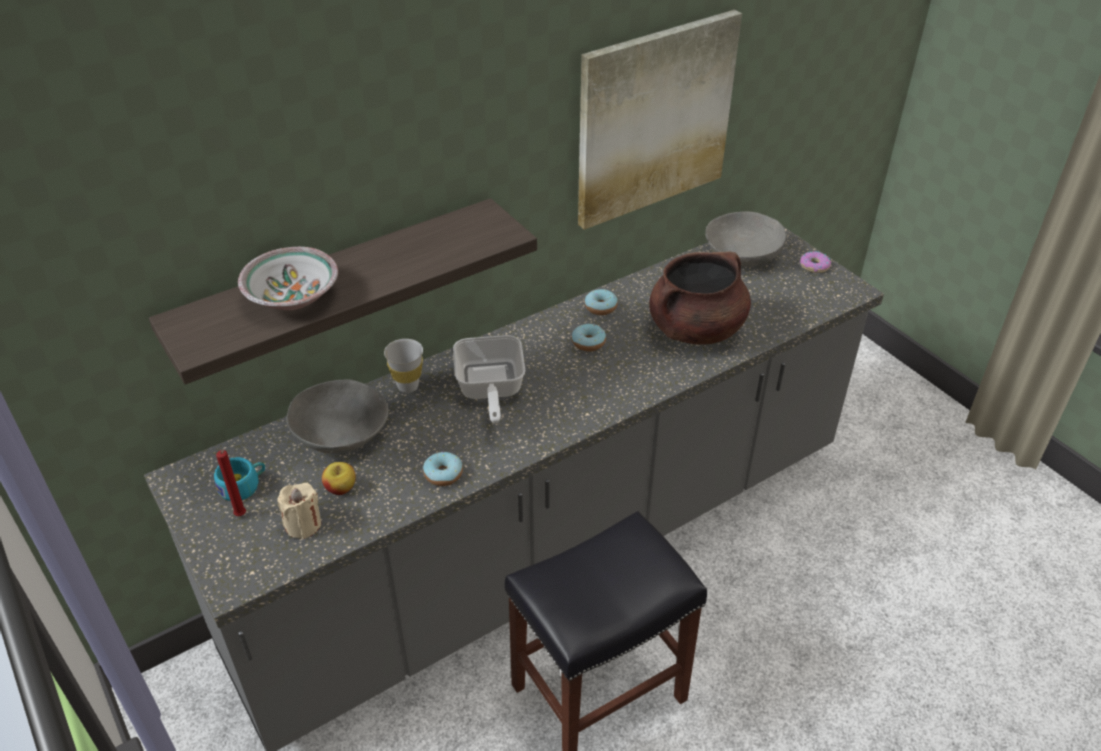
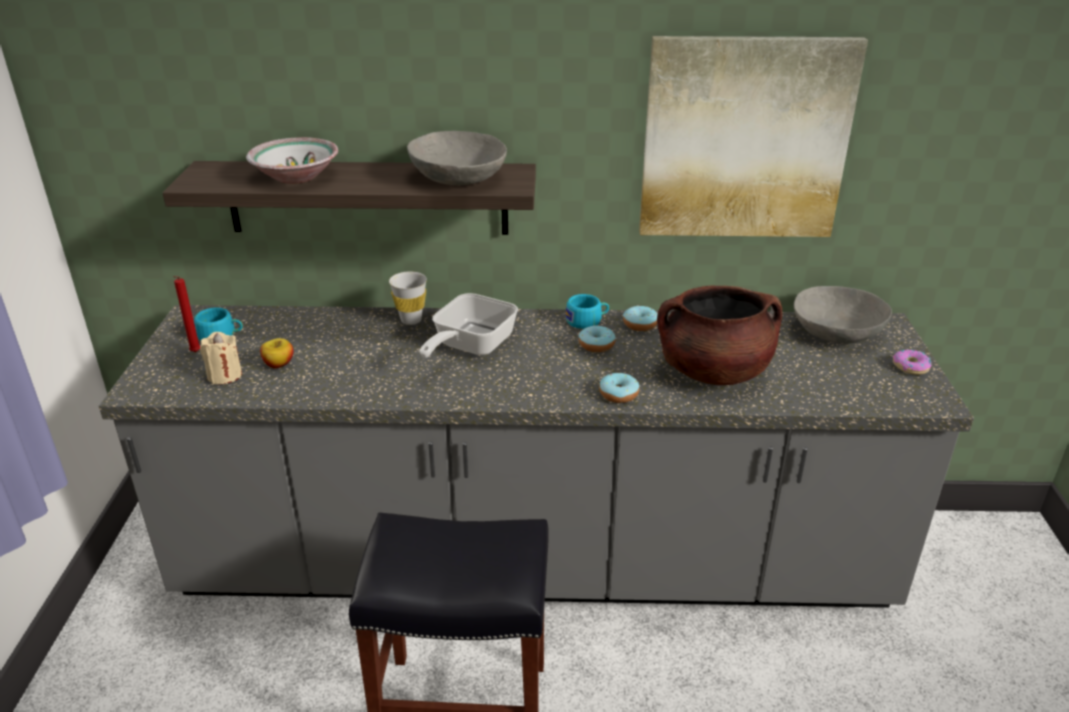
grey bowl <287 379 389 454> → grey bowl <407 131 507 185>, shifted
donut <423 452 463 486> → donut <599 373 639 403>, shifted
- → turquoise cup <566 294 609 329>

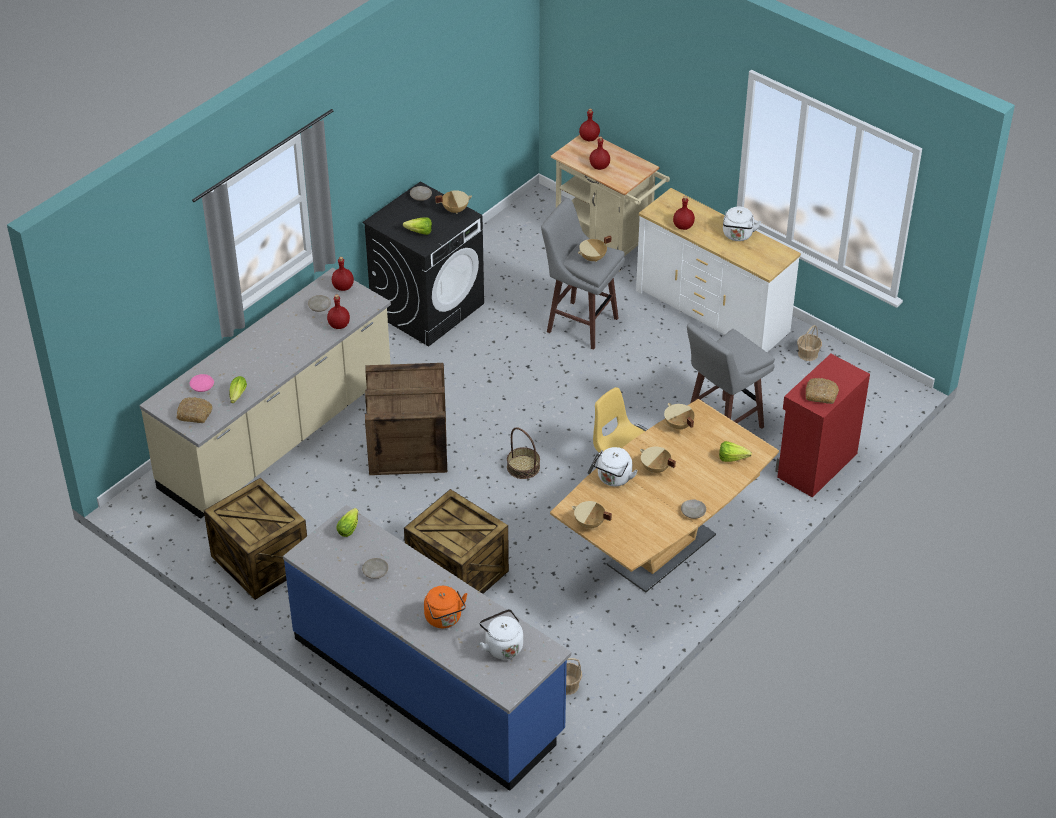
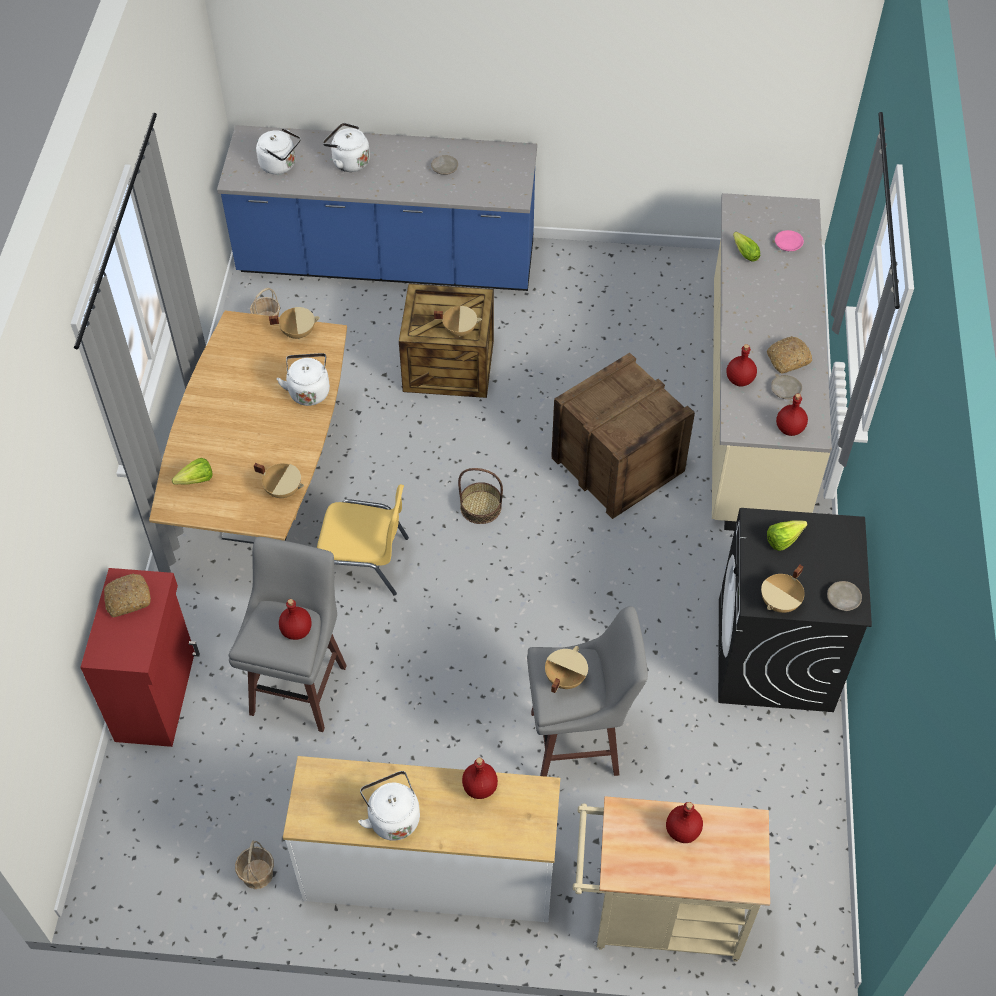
red bottle <579 109 600 141> → red bottle <279 599 312 640>, shifted
bread <177 397 212 423> → bread <767 336 812 373>, shifted
beige cooking pot <640 447 676 473> → beige cooking pot <434 306 482 337>, shifted
crate <204 478 307 600> → -
beige plate <681 499 706 519> → -
lettuce <337 508 358 537> → -
orange kettle <424 586 467 628> → white kettle <323 123 370 172>

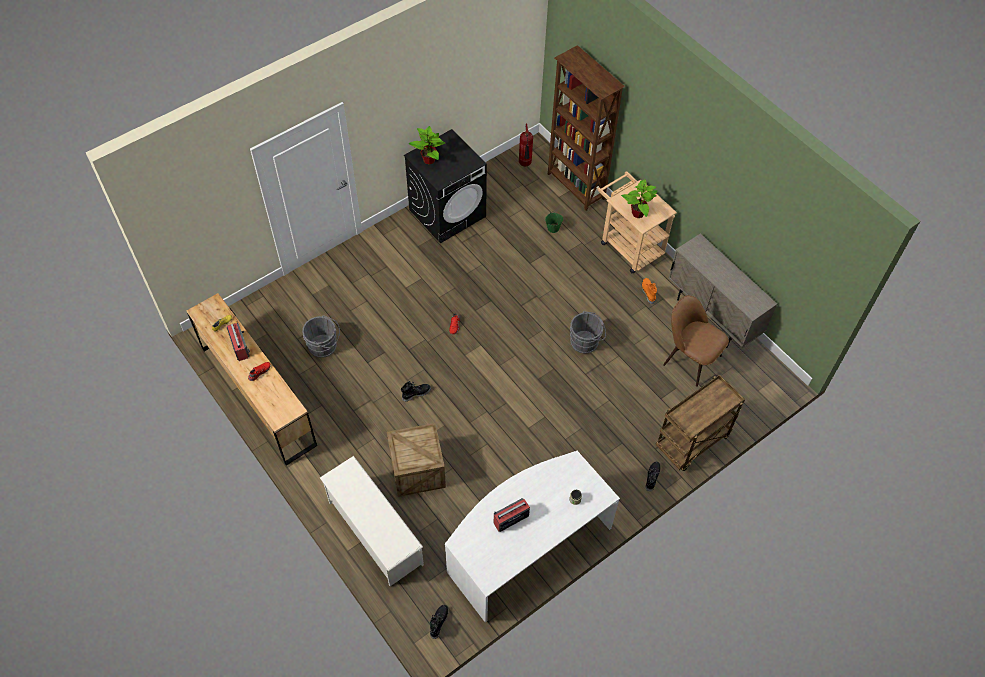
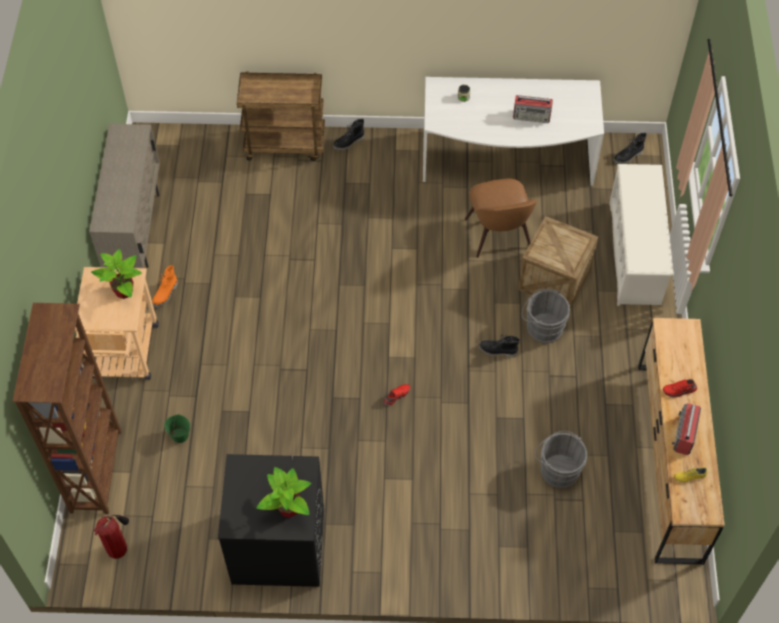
brown chair <663 295 729 387> → brown chair <465 178 537 258>, shifted
grey bucket <570 311 606 354> → grey bucket <522 289 570 343>, shifted

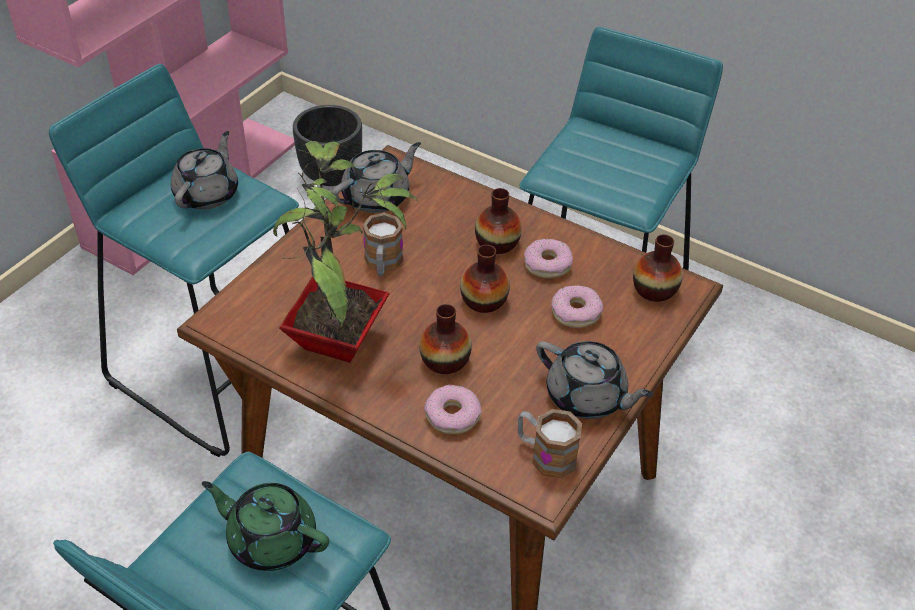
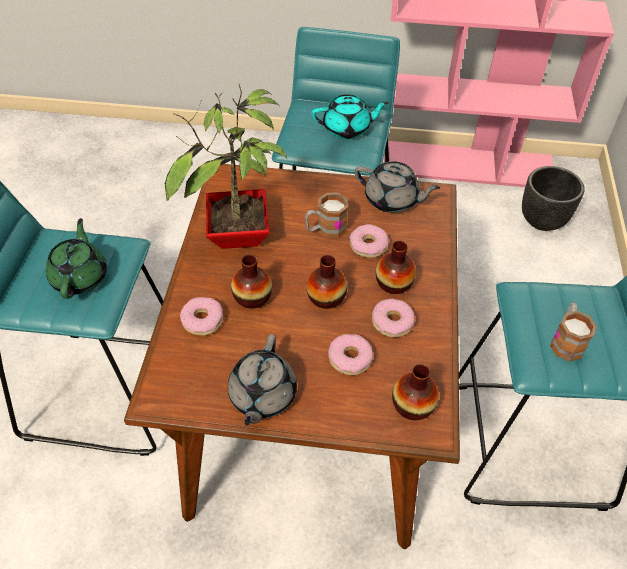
grey teapot <171 131 238 210> → turquoise teapot <312 94 389 139>
mug <518 409 582 478> → mug <550 303 597 361>, shifted
- → donut <349 224 389 258>

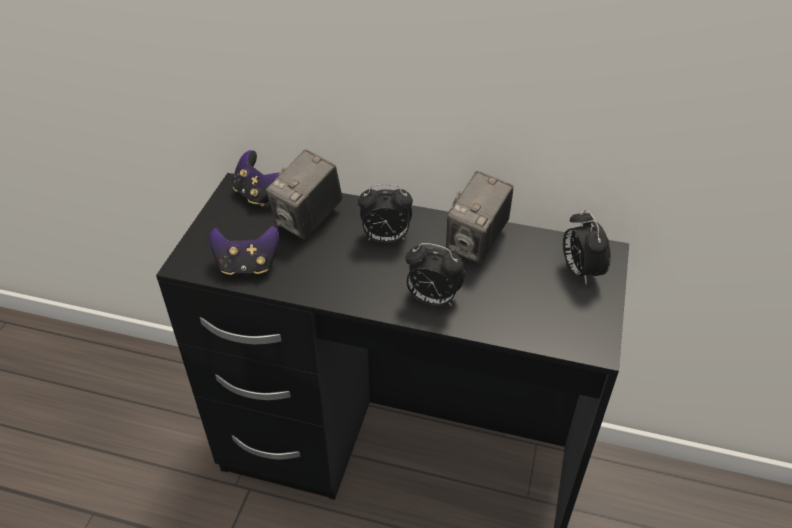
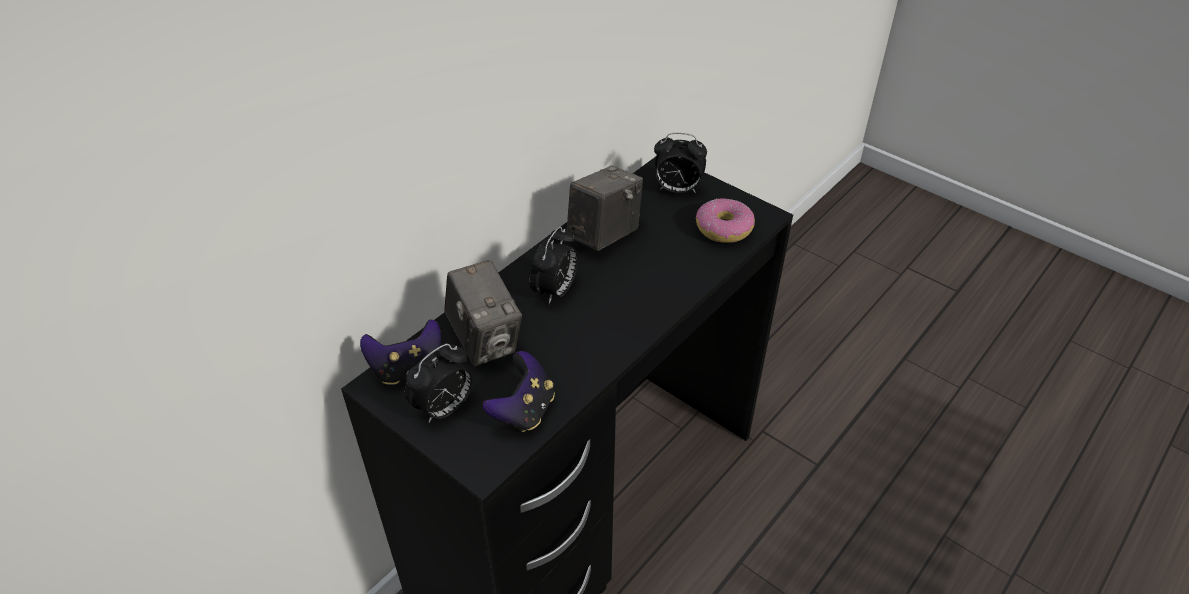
photo camera <446 171 513 264> → photo camera <567 166 643 251>, 105 degrees counterclockwise
alarm clock <406 243 465 306> → alarm clock <404 344 473 423>, shifted
- → donut <696 198 755 243>

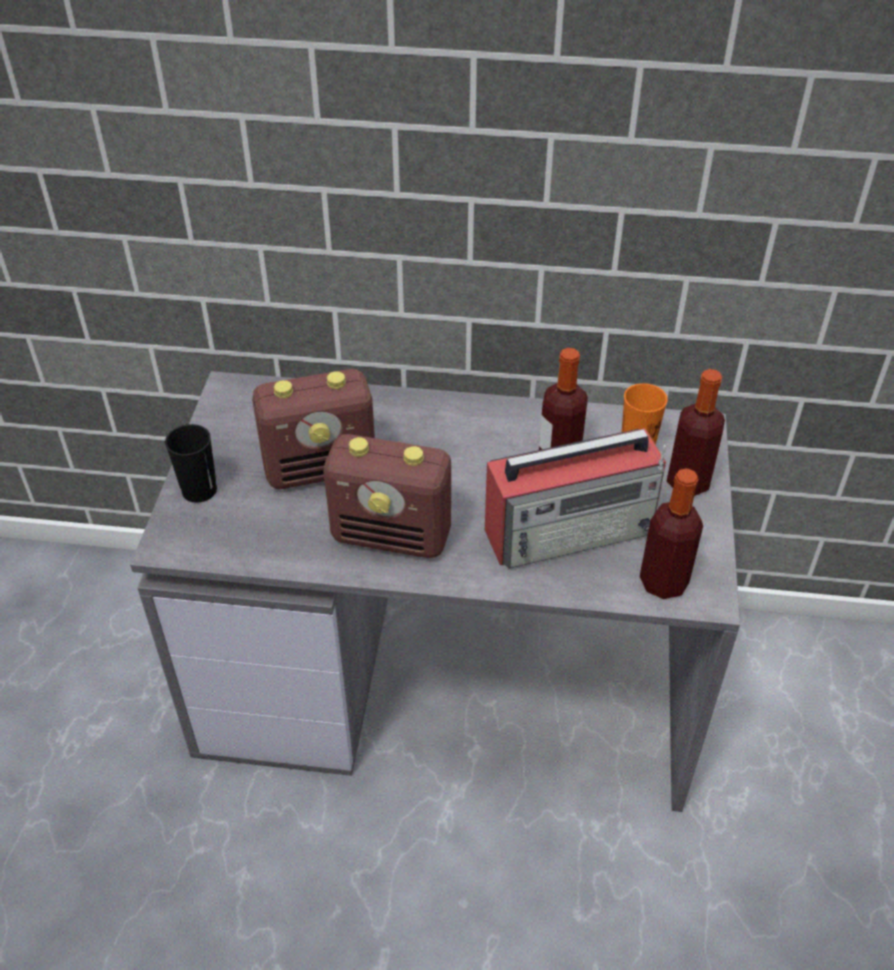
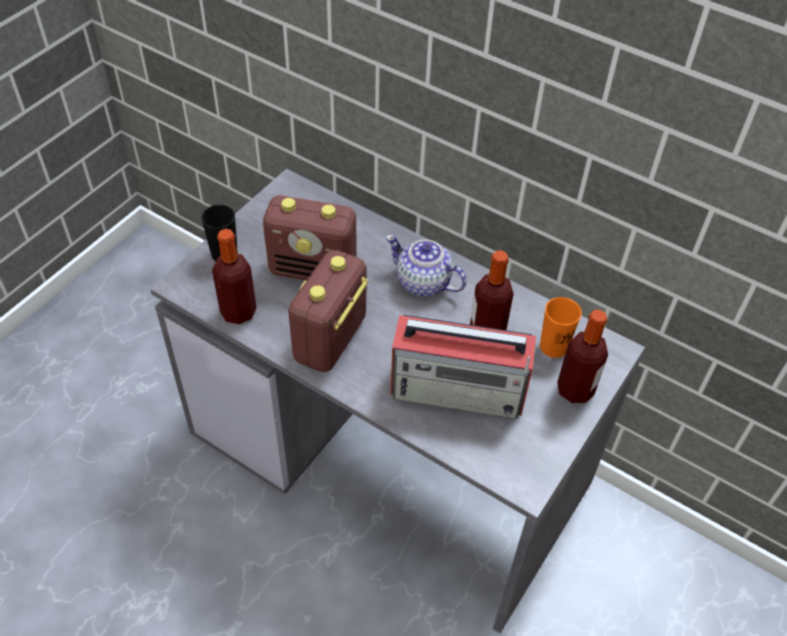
radio <324 434 451 558> → radio <288 250 368 372>, 75 degrees clockwise
bottle <640 468 703 599> → bottle <212 229 257 325>, shifted
- → teapot <386 235 467 296>

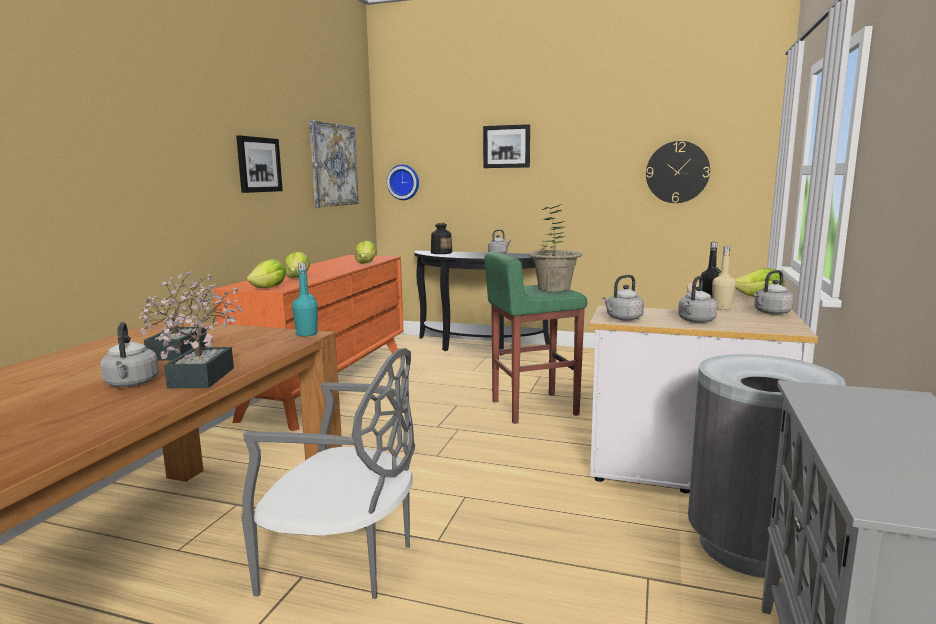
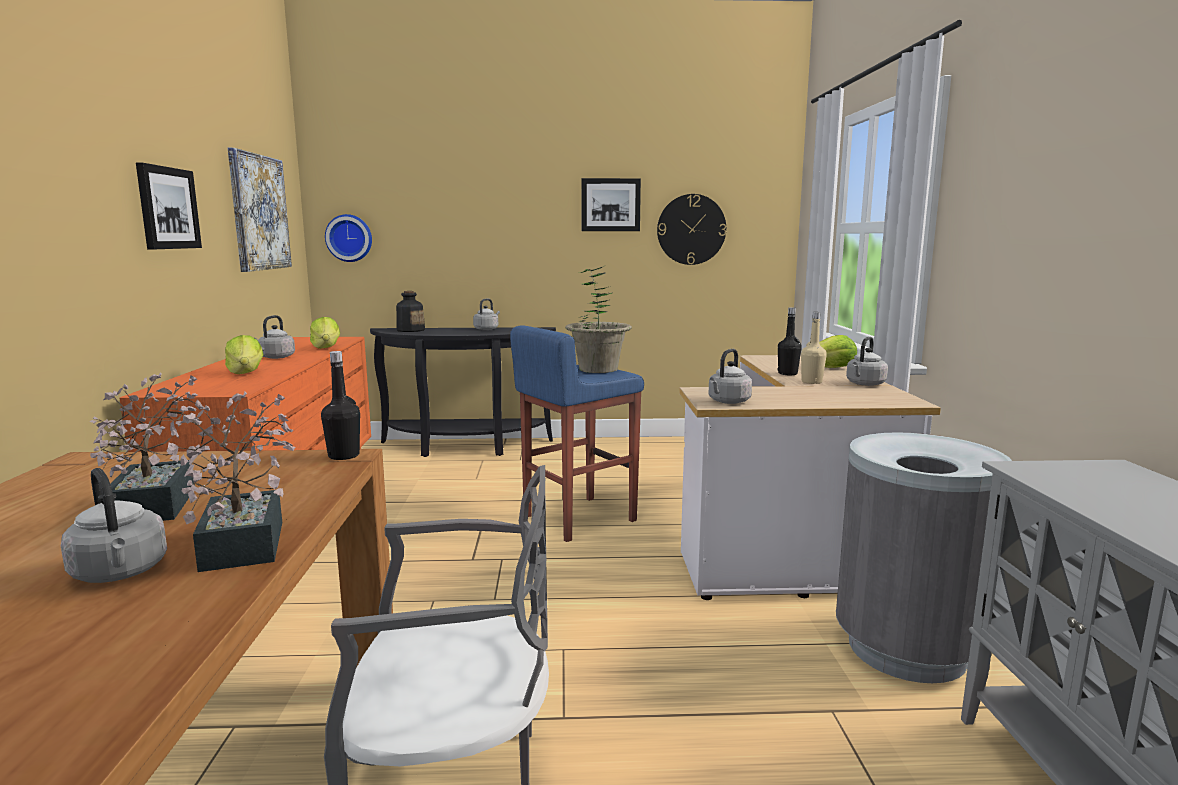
picture <483 124 530 168> → picture <581 178 641 231>, shifted
green stool <484 251 587 424> → blue stool <510 325 644 542>
lettuce <247 259 286 288> → -
turquoise bottle <292 263 318 337> → black bottle <321 351 360 460>
grey kettle <678 276 718 323> → grey kettle <255 315 295 359>, shifted

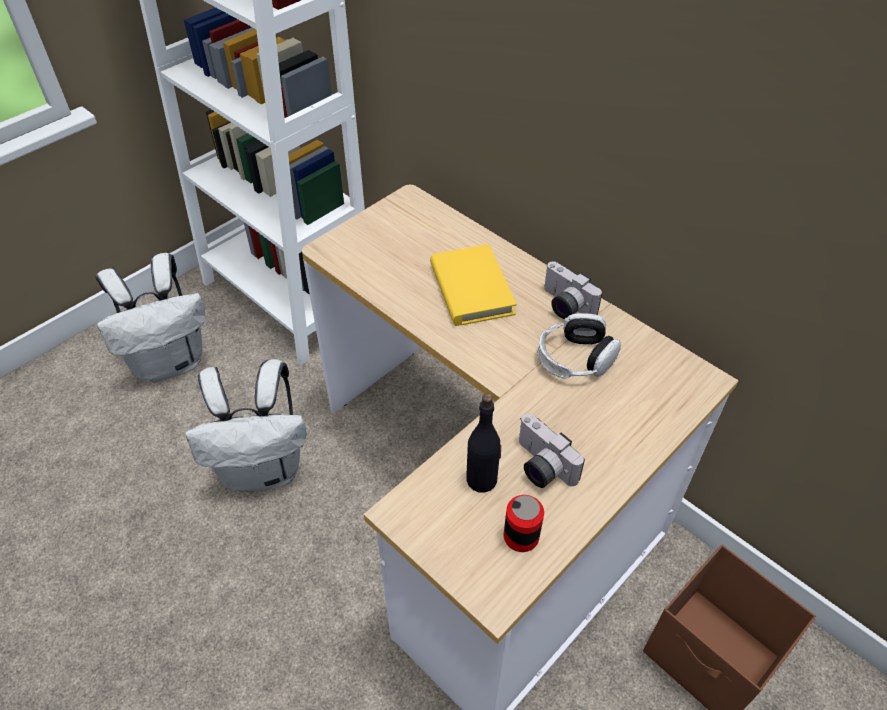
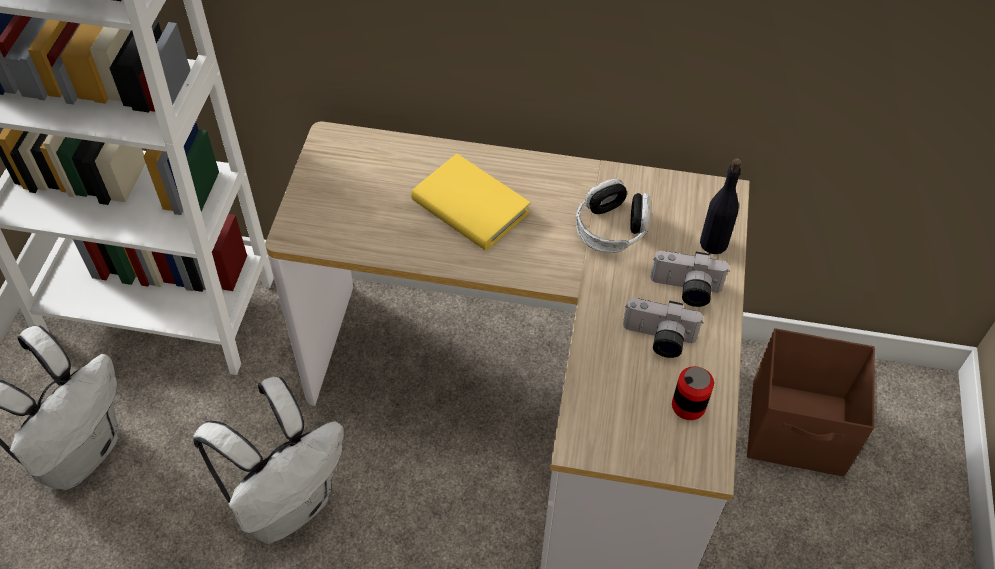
photo camera <544 261 602 319> → photo camera <650 251 730 307>, shifted
black bottle <466 393 501 492> → black bottle <700 158 741 254>, shifted

